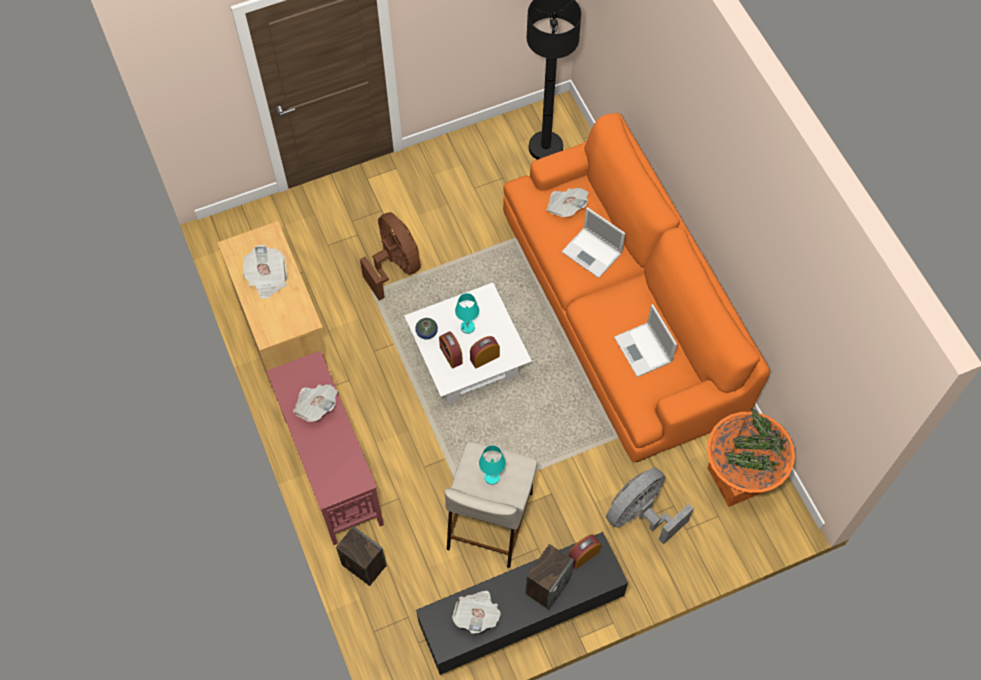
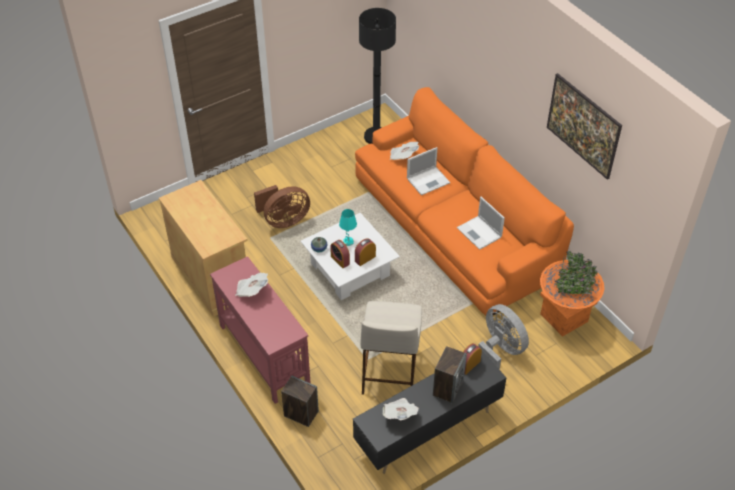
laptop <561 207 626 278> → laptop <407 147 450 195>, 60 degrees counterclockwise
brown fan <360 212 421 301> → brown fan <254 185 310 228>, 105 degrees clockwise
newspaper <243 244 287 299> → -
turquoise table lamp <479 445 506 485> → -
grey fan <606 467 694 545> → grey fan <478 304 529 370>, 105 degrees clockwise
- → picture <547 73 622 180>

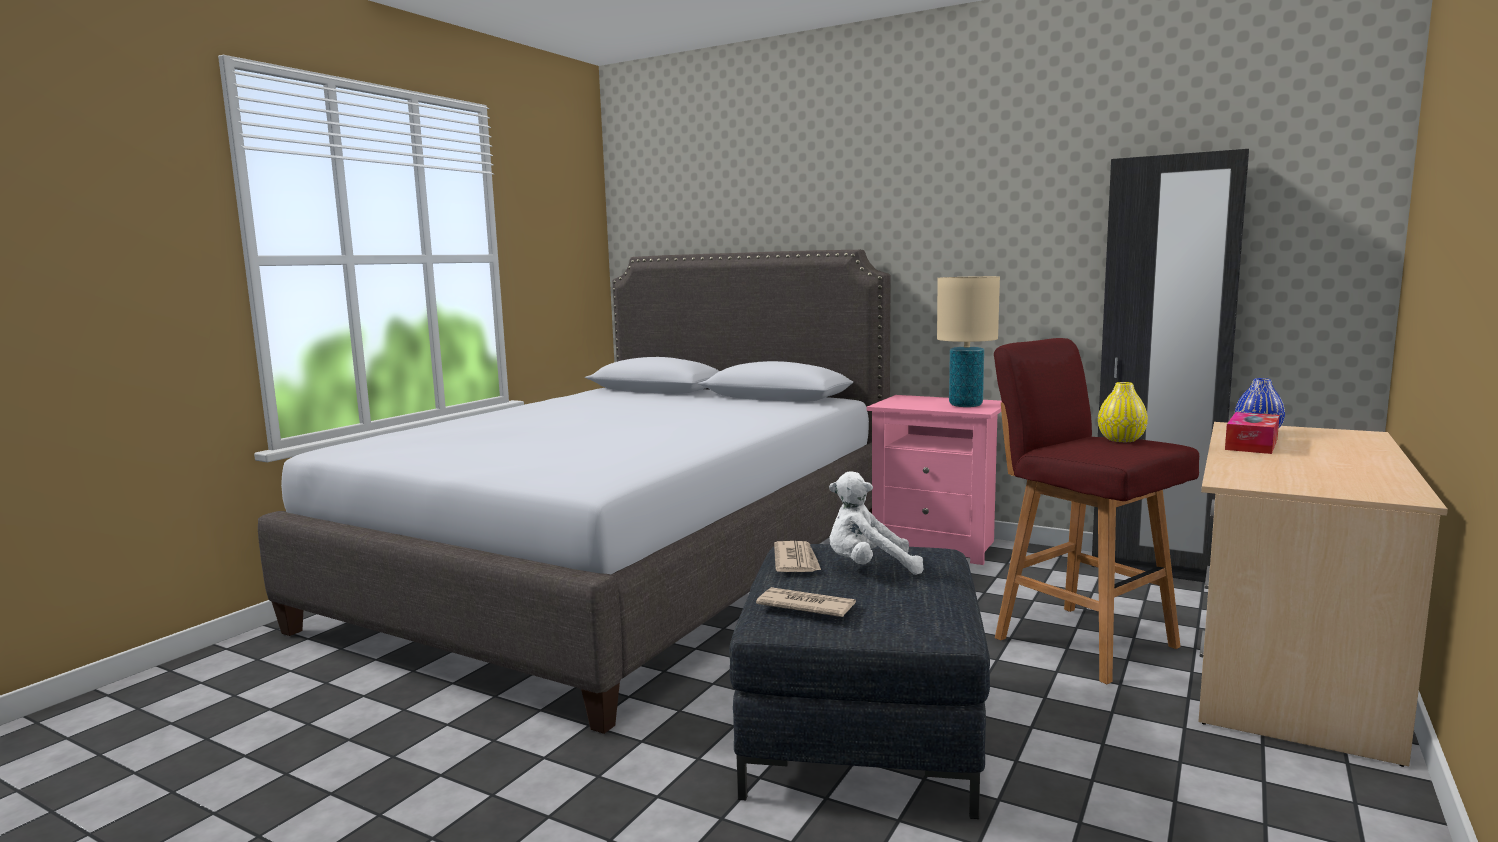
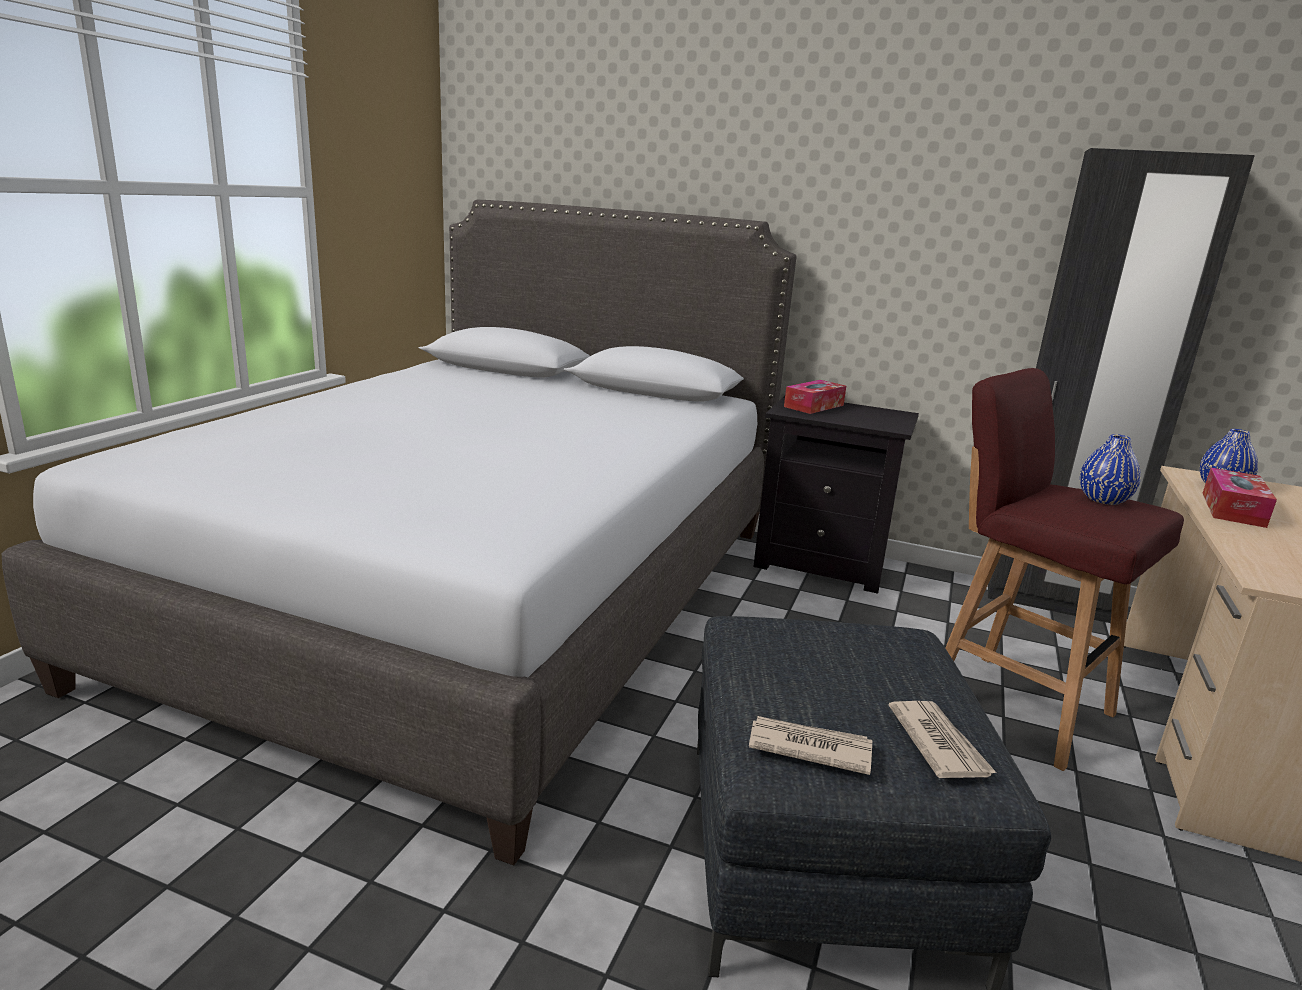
beige table lamp <937 276 1000 407> → -
yellow vase <1098 382 1148 442> → blue vase <1080 434 1141 505>
pink nightstand <867 395 1002 565> → black nightstand <753 396 919 594>
white plush toy <829 471 923 575> → -
newspaper <774 541 821 572> → newspaper <889 701 996 778>, shifted
- → tissue box <784 380 846 414>

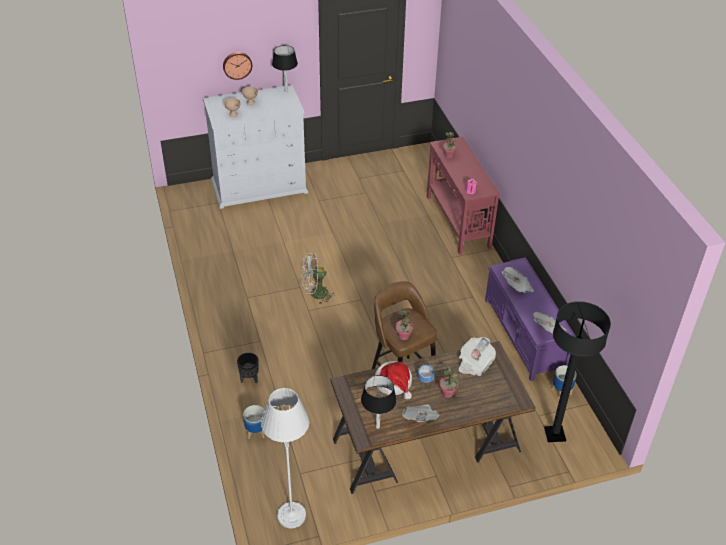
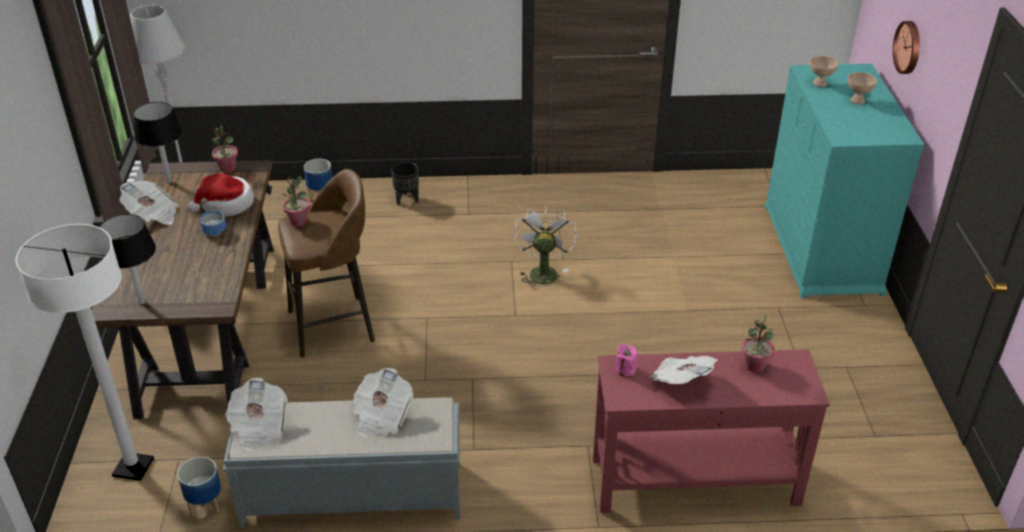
black table lamp <272 45 298 92> → black table lamp <99 214 156 305>, shifted
white dresser <203 85 308 209> → turquoise dresser <765 64 924 298>
purple bench <485 257 576 381> → grey bench <223 397 460 527>
black floor lamp <544 301 611 442> → white floor lamp <16 224 154 481>
newspaper <459 337 496 376> → newspaper <649 356 718 384>, shifted
potted plant <439 367 458 398> → potted plant <212 124 238 173>, shifted

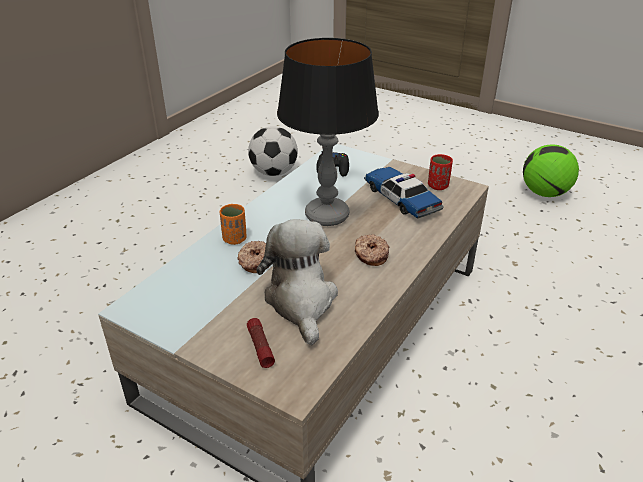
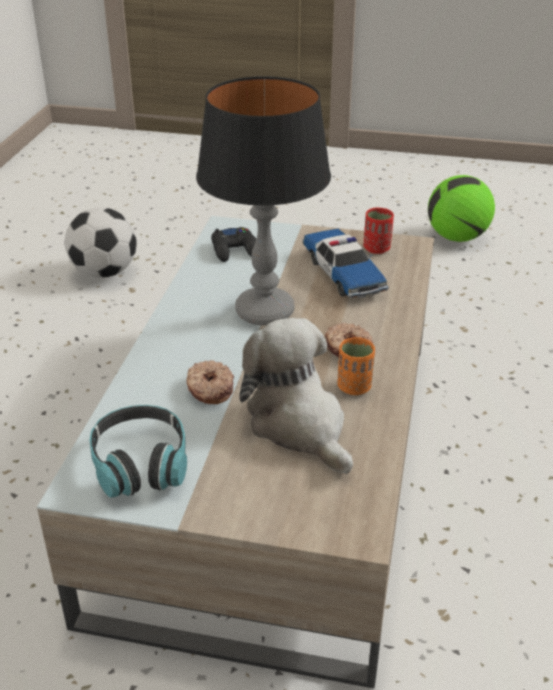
toy car <364 167 444 218> → toy car <302 229 388 298>, 150 degrees counterclockwise
orange cup <220 204 246 245> → orange cup <337 337 375 395>, shifted
flashlight <247 318 275 368> → -
- → headphones <90 405 187 498>

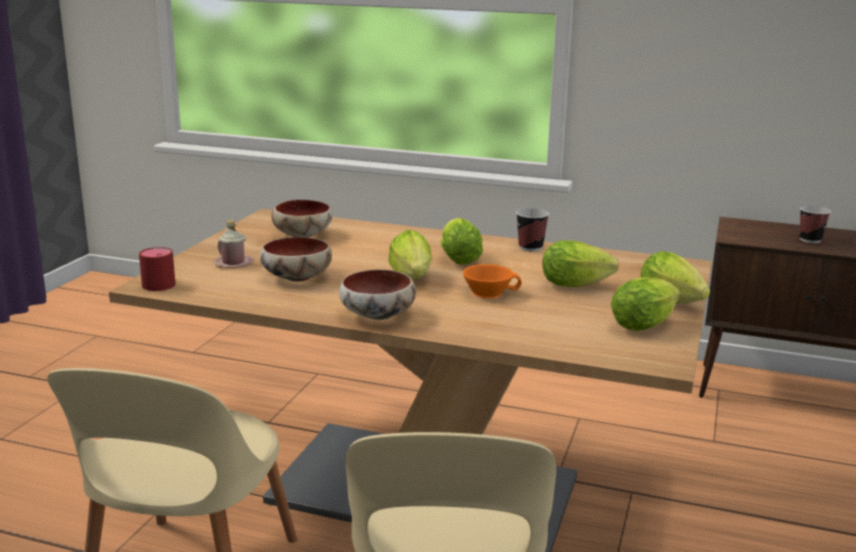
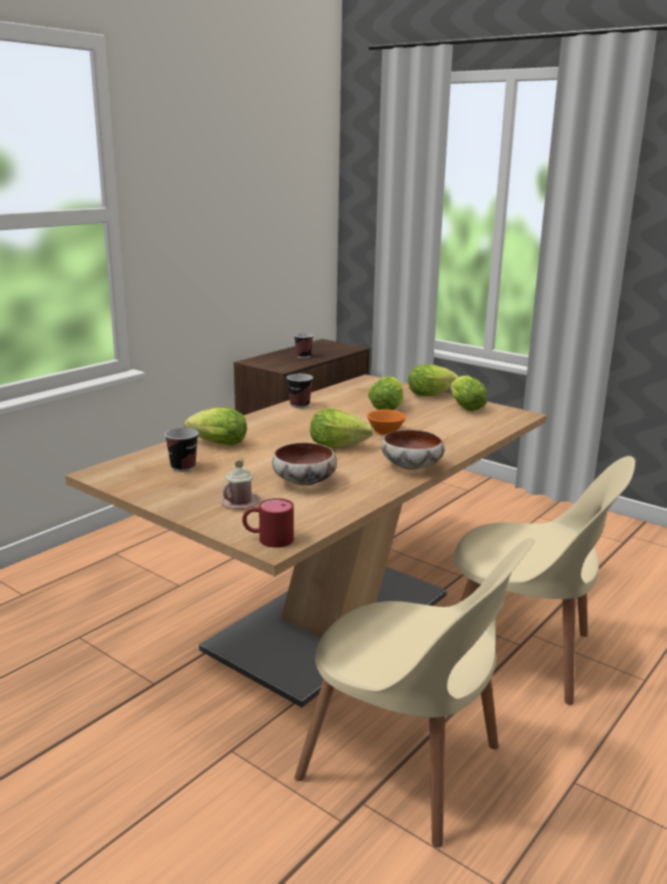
bowl <271 200 332 237> → cup <165 428 198 472>
lettuce <441 218 483 265> → lettuce <185 407 247 445>, shifted

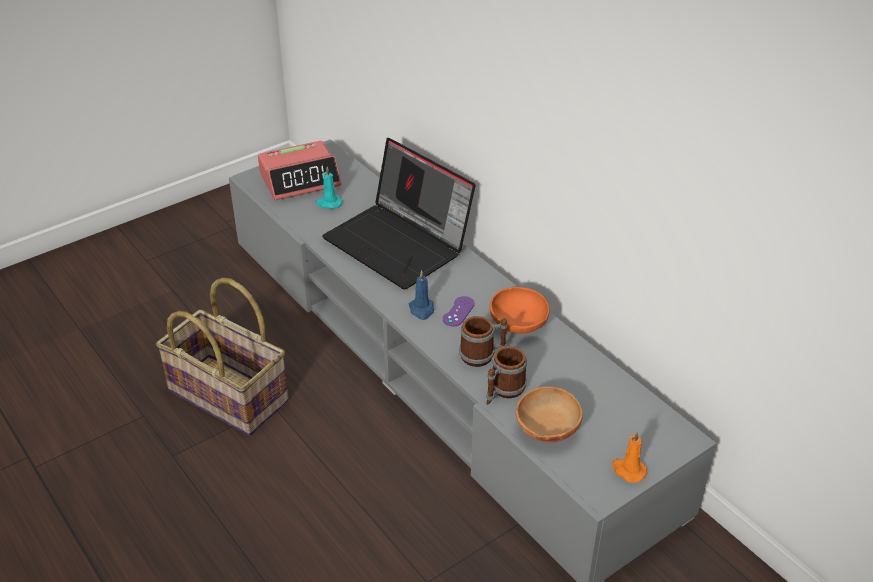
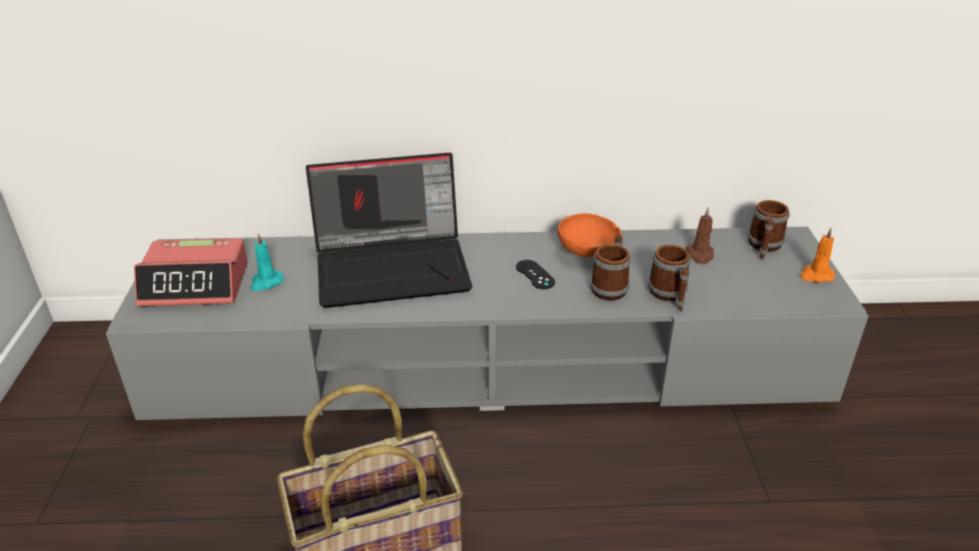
alarm clock <258 141 341 201> → alarm clock <134 238 248 307>, 75 degrees clockwise
blue candle <409 270 434 320> → -
purple game controller <443 296 475 327> → black game controller <516 260 555 289>
brown bowl <516 387 583 443> → -
- → mug <747 200 790 260>
- → brown candle <686 207 714 264>

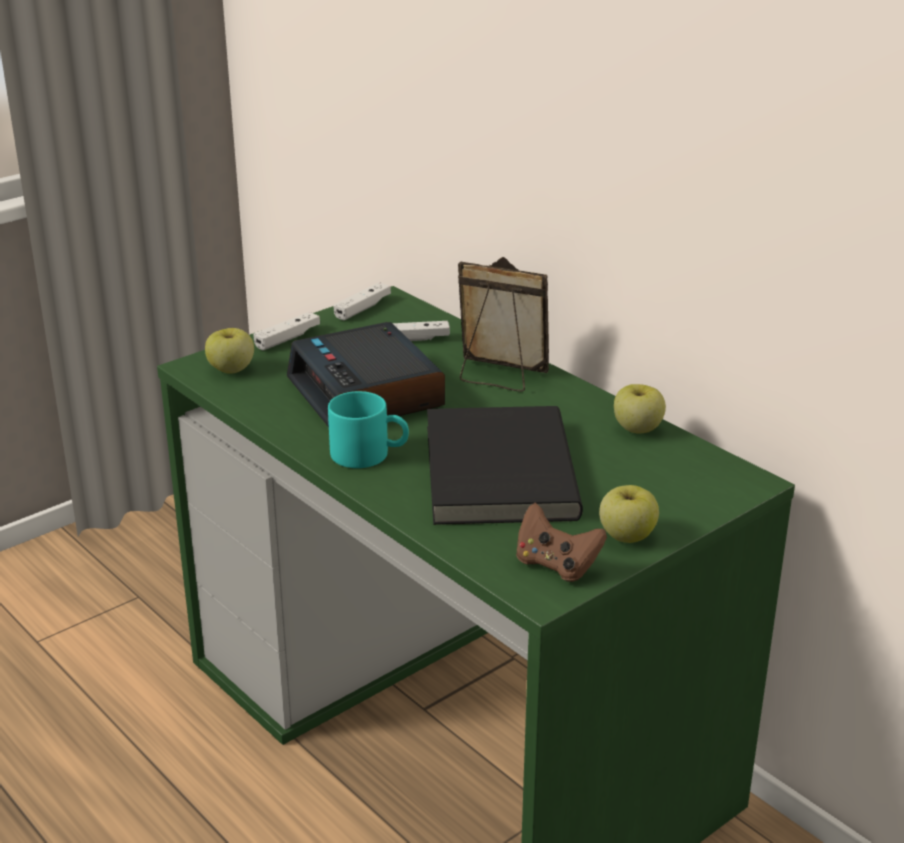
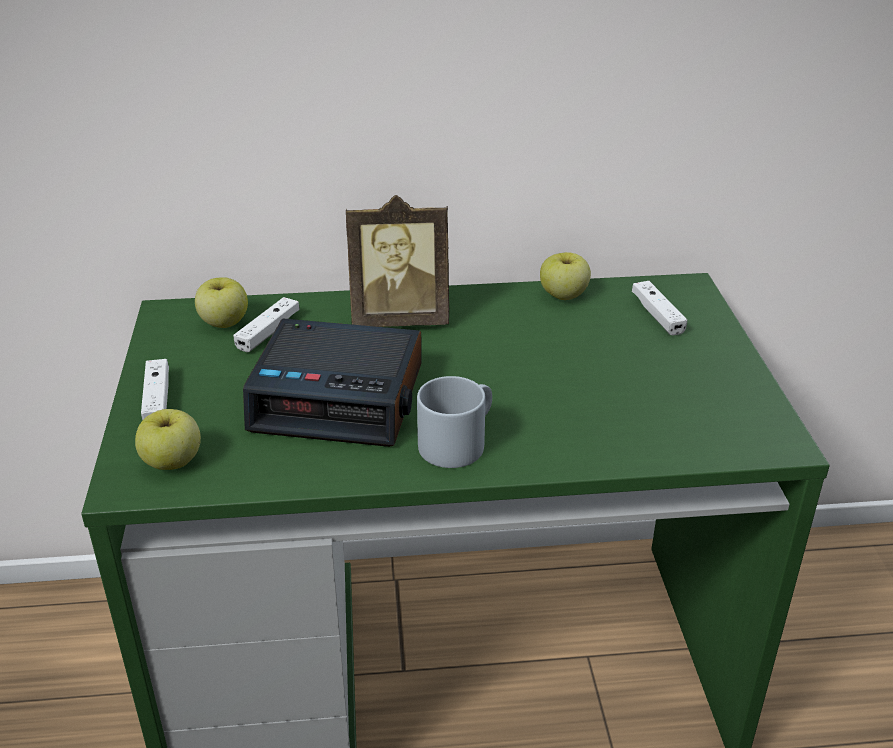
picture frame <458 257 549 392> → picture frame <346 195 449 327>, 150 degrees counterclockwise
white game controller <334 282 391 320> → white game controller <632 281 687 336>, shifted
turquoise mug <328 391 409 468> → grey mug <417 376 492 468>
black book <427 406 583 525> → -
apple <599 485 659 543> → apple <195 277 248 328>, shifted
brown game controller <516 503 607 582> → -

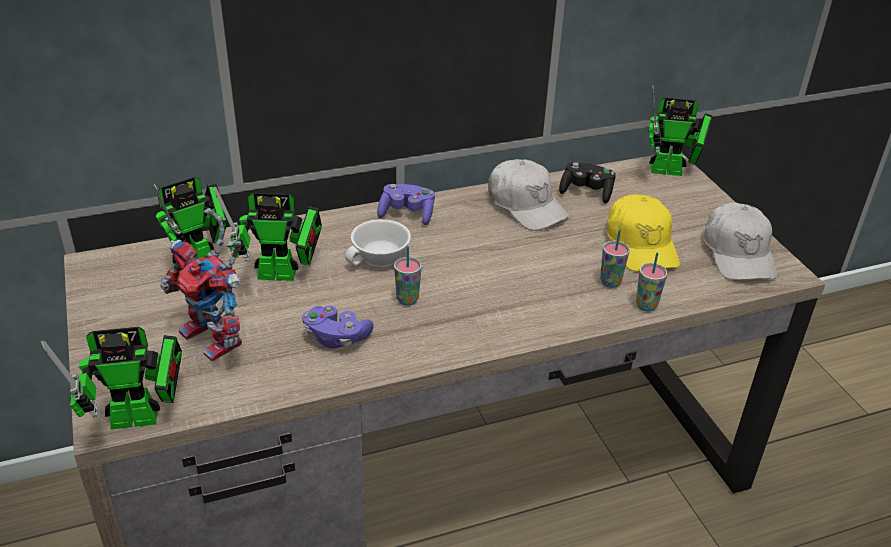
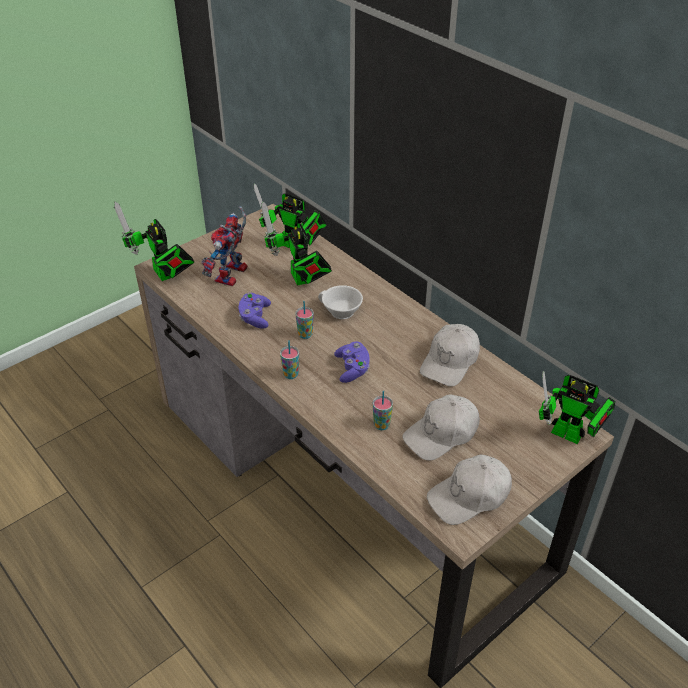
toy robot <649 85 713 176> → toy robot <539 371 615 444>, 45 degrees counterclockwise
black game controller <559 162 616 203> → -
purple game controller <377 184 435 225> → purple game controller <334 341 370 383>, shifted
yellow cap <607 194 680 272> → white cap <402 394 480 461>
cup <636 253 667 311> → cup <280 340 299 379>, shifted

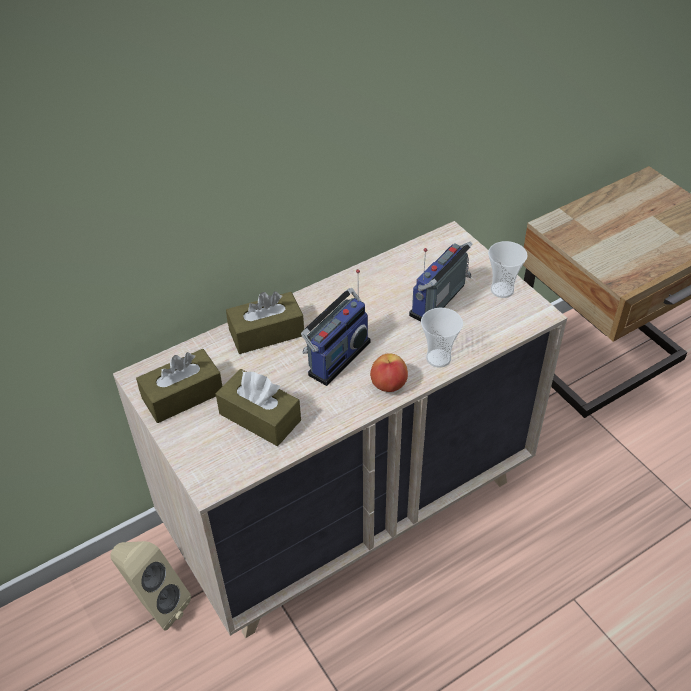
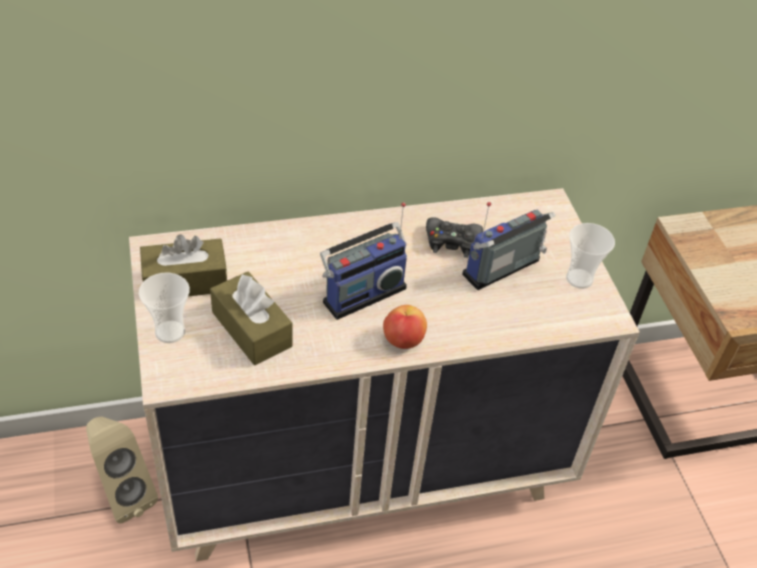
brown tissue box <226 291 304 354> → -
cup <421 308 463 368> → cup <139 273 190 343>, shifted
- → black game controller <426 217 483 258>

